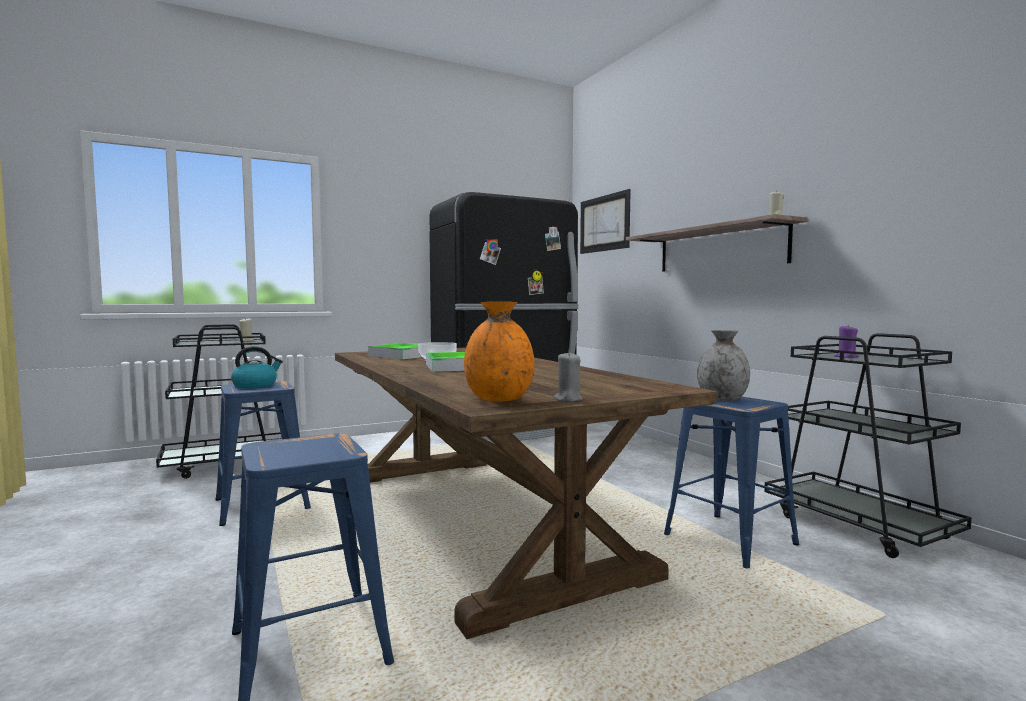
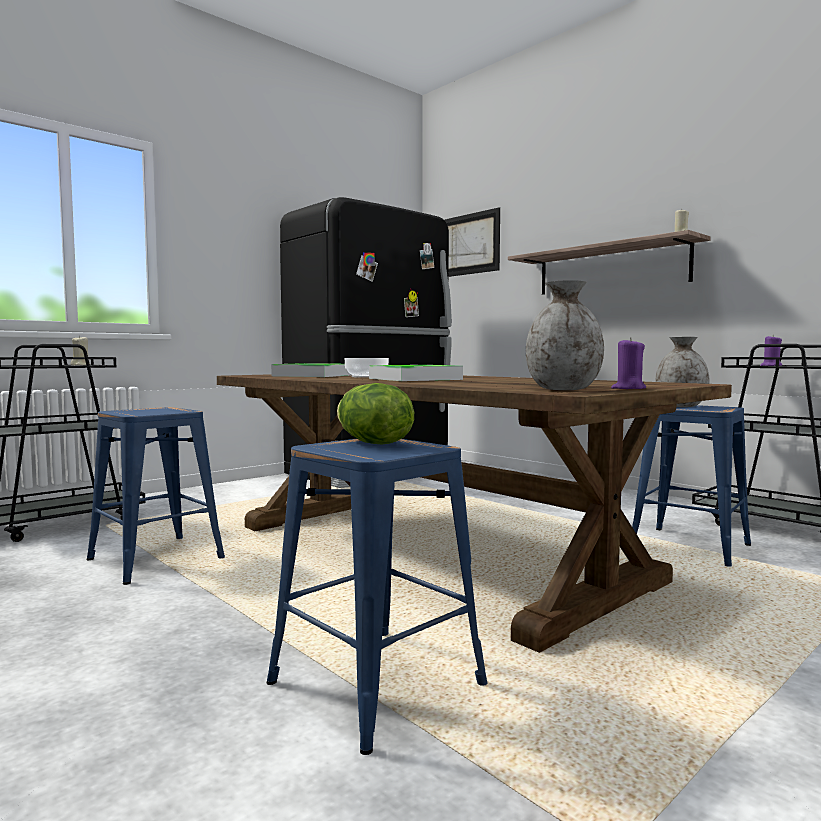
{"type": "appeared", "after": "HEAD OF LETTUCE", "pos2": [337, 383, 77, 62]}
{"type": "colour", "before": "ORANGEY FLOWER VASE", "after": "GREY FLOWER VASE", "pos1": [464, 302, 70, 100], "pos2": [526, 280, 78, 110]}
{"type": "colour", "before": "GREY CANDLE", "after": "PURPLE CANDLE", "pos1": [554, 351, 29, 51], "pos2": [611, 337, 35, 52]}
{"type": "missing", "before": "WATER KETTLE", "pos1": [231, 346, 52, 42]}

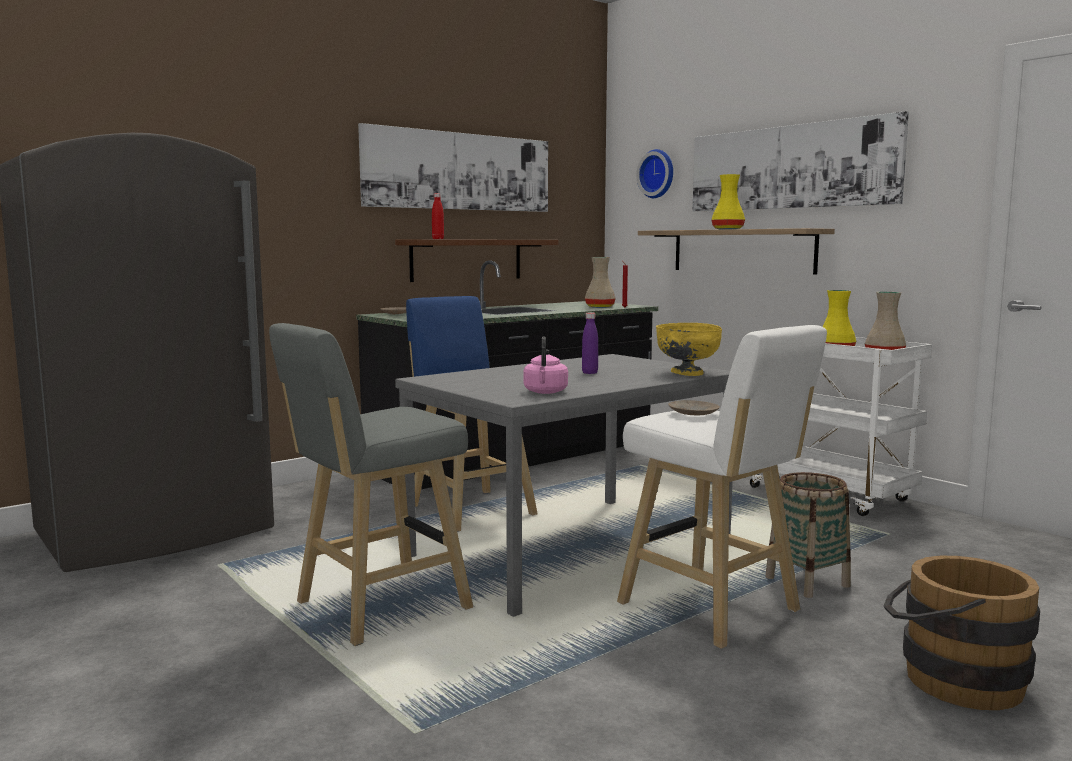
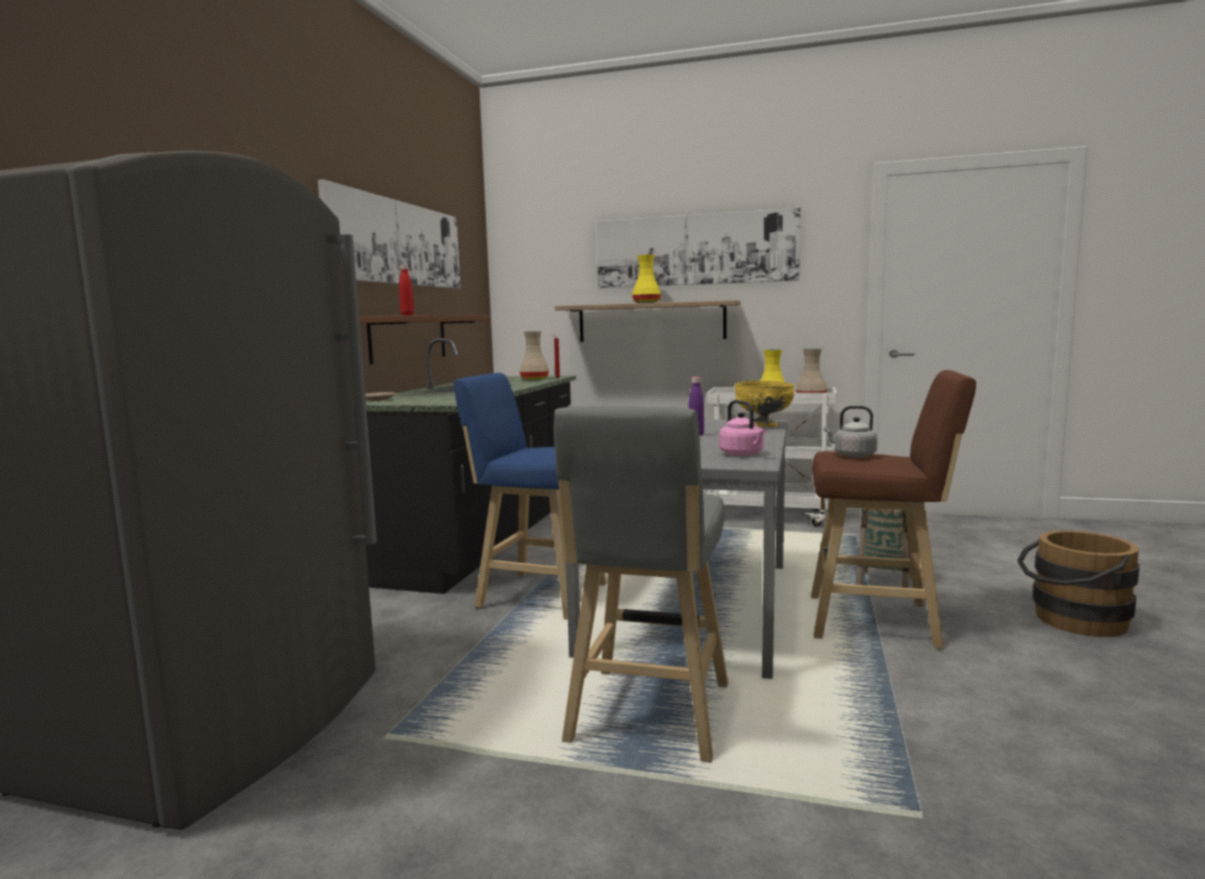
{"type": "colour", "before": "WHITE-COLOURED SITTING STOOL", "after": "BROWN-COLOURED SITTING STOOL", "pos1": [617, 325, 210, 324], "pos2": [811, 370, 165, 279]}
{"type": "exchanged", "before": "BEIGE-COLOURED DINNER PLATE", "after": "GREY WATER KETTLE", "pos1": [668, 400, 52, 15], "pos2": [824, 406, 53, 52]}
{"type": "missing", "before": "CLOCK ON THE WALL", "pos1": [636, 149, 37, 49]}

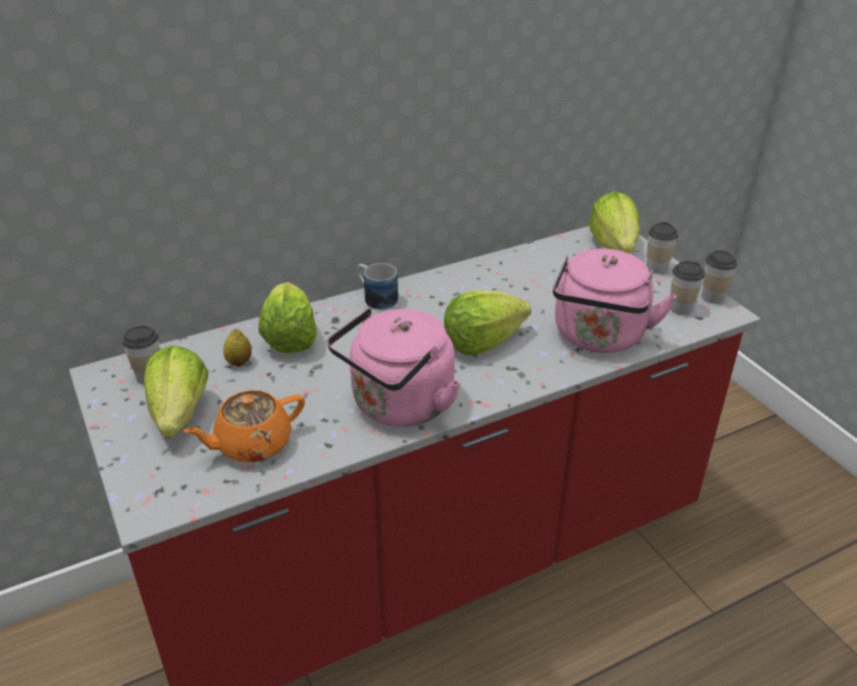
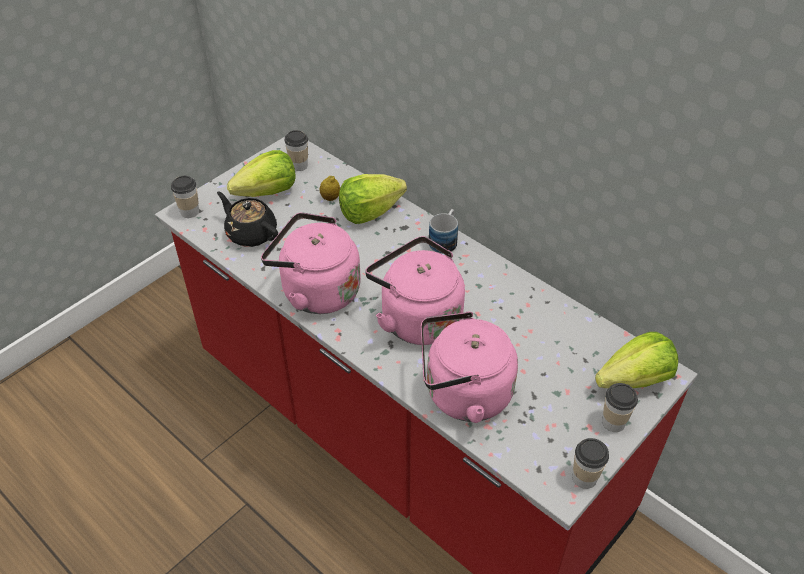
{"type": "relocated", "before": "CUP", "pos1": [670, 261, 34, 54], "pos2": [171, 176, 28, 42]}
{"type": "colour", "before": "ORANGEY TEAPOT", "after": "BLACK-COLOURED TEAPOT", "pos1": [183, 390, 122, 72], "pos2": [217, 192, 61, 55]}
{"type": "exchanged", "before": "HEAD OF LETTUCE", "after": "PINKISH WATER KETTLE", "pos1": [444, 290, 87, 65], "pos2": [365, 236, 100, 109]}

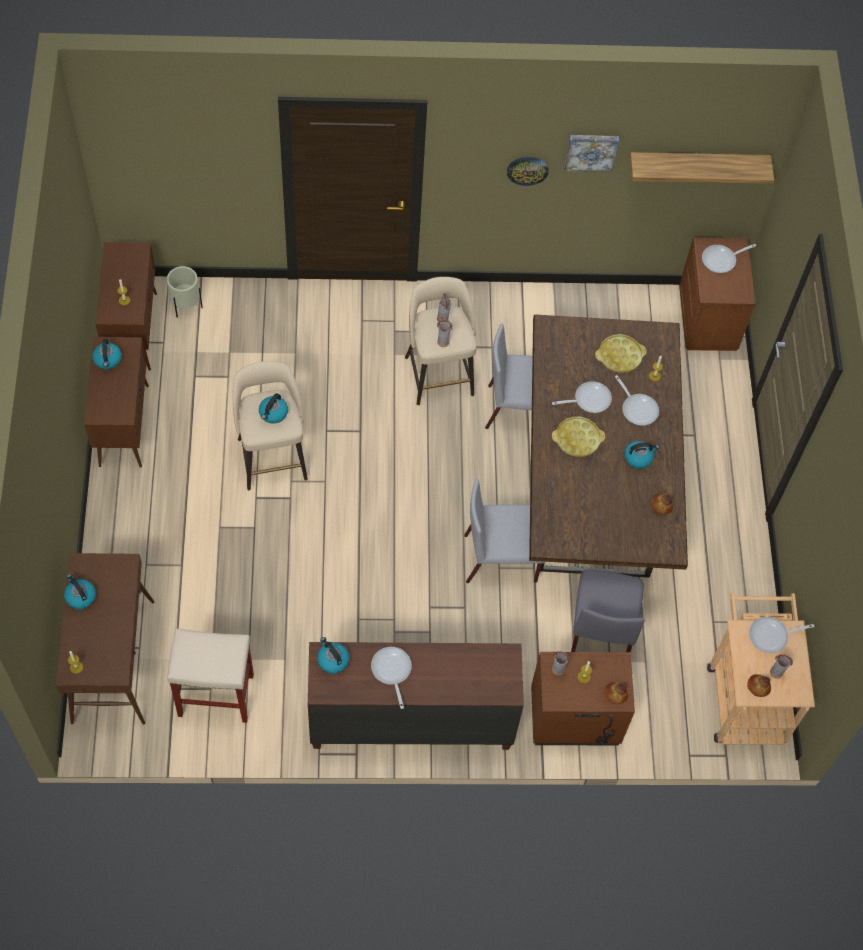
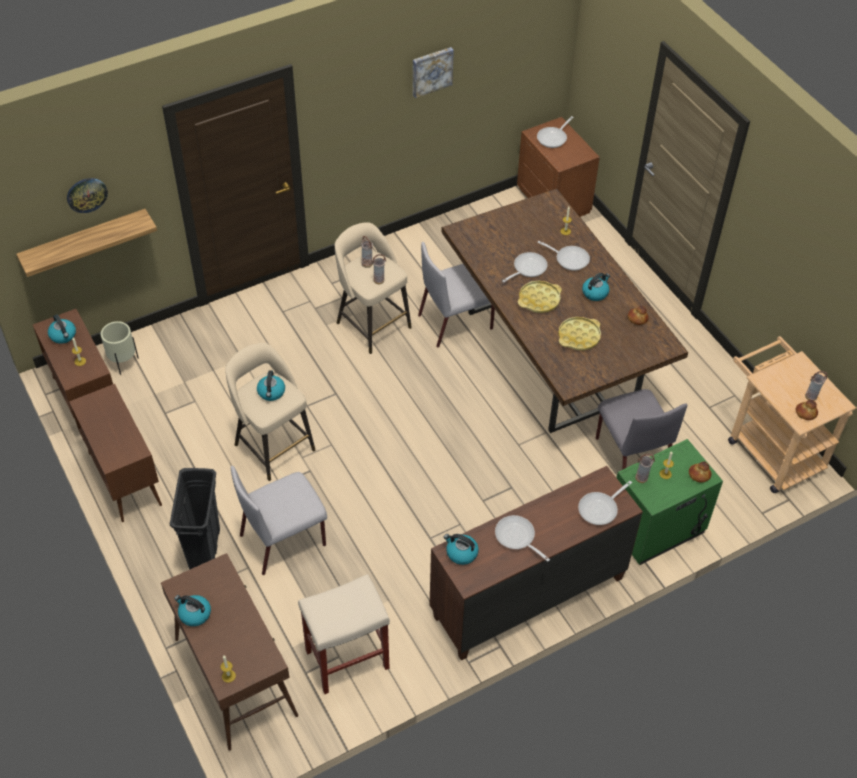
{"type": "relocated", "before": "BRACKET SHELF", "pos1": [630, 152, 144, 32], "pos2": [16, 209, 141, 68]}
{"type": "relocated", "before": "WATER KETTLE", "pos1": [92, 339, 30, 30], "pos2": [48, 314, 28, 30]}
{"type": "relocated", "before": "CLOCK ON THE WALL", "pos1": [507, 157, 41, 29], "pos2": [67, 178, 41, 35]}
{"type": "appeared", "after": "BLACK-COLOURED TRASH CAN", "pos2": [170, 468, 50, 102]}
{"type": "relocated", "before": "GREY UPRIGHT CHAIR", "pos1": [464, 478, 81, 105], "pos2": [231, 466, 96, 109]}
{"type": "relocated", "before": "YELLOW-COLOURED TRAY", "pos1": [595, 334, 52, 39], "pos2": [558, 317, 43, 33]}
{"type": "relocated", "before": "FRYING PAN", "pos1": [749, 617, 65, 36], "pos2": [578, 481, 54, 44]}
{"type": "colour", "before": "BROWN-COLOURED NIGHTSTAND", "after": "GREEN-COLOURED NIGHTSTAND", "pos1": [531, 652, 104, 94], "pos2": [616, 439, 107, 126]}

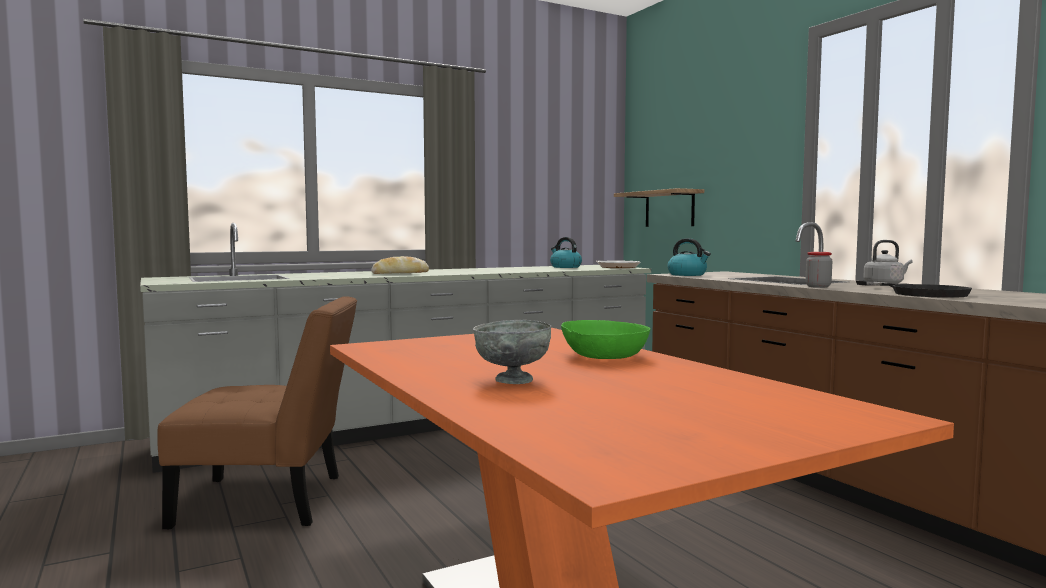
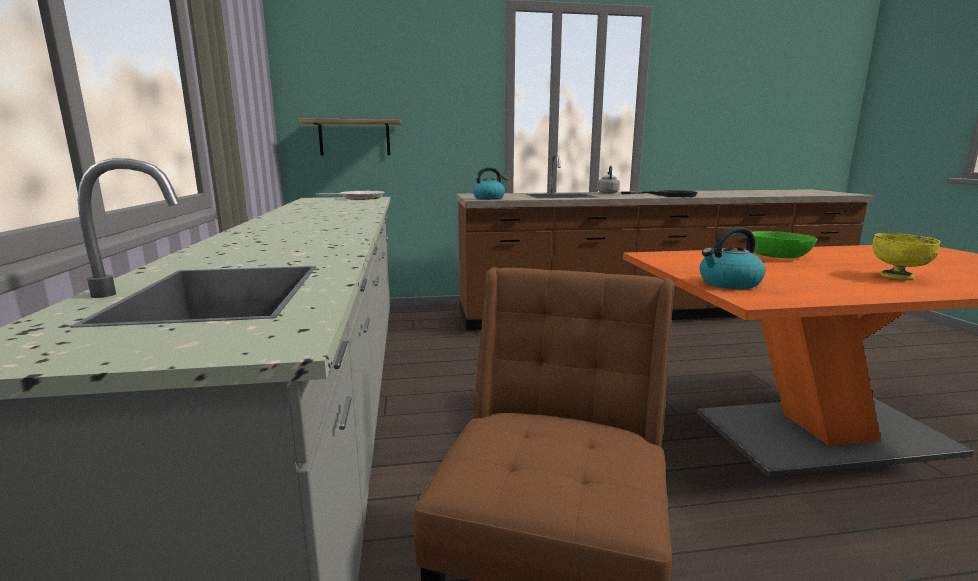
{"type": "relocated", "before": "WATER KETTLE", "pos1": [550, 237, 32, 31], "pos2": [699, 227, 66, 62]}
{"type": "colour", "before": "GREY BOWL", "after": "YELLOW-COLOURED BOWL", "pos1": [473, 320, 78, 64], "pos2": [872, 233, 68, 46]}
{"type": "missing", "before": "BAKERY BREAD", "pos1": [371, 256, 58, 18]}
{"type": "missing", "before": "JAR", "pos1": [806, 252, 26, 36]}

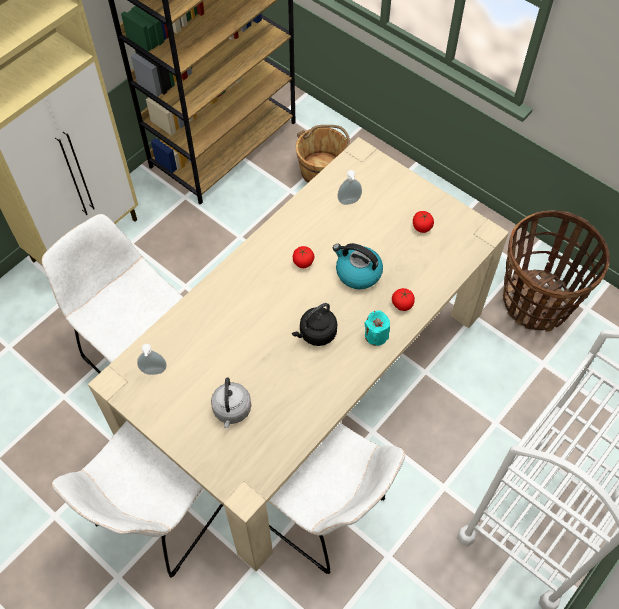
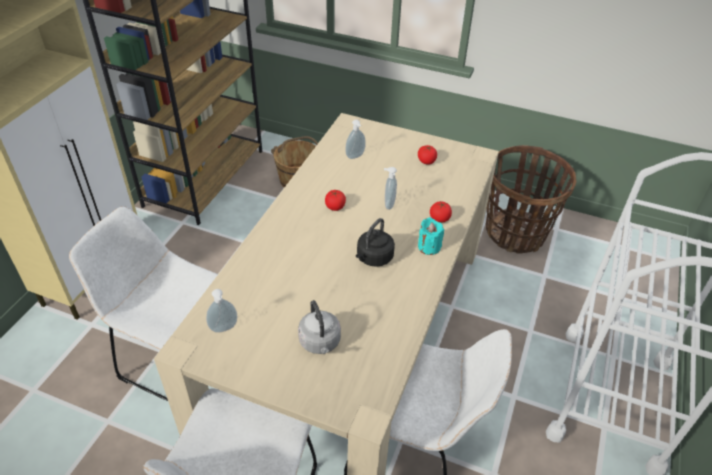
{"type": "exchanged", "before": "WATER KETTLE", "after": "SOAP BOTTLE", "pos1": [333, 243, 50, 46], "pos2": [384, 167, 13, 43]}

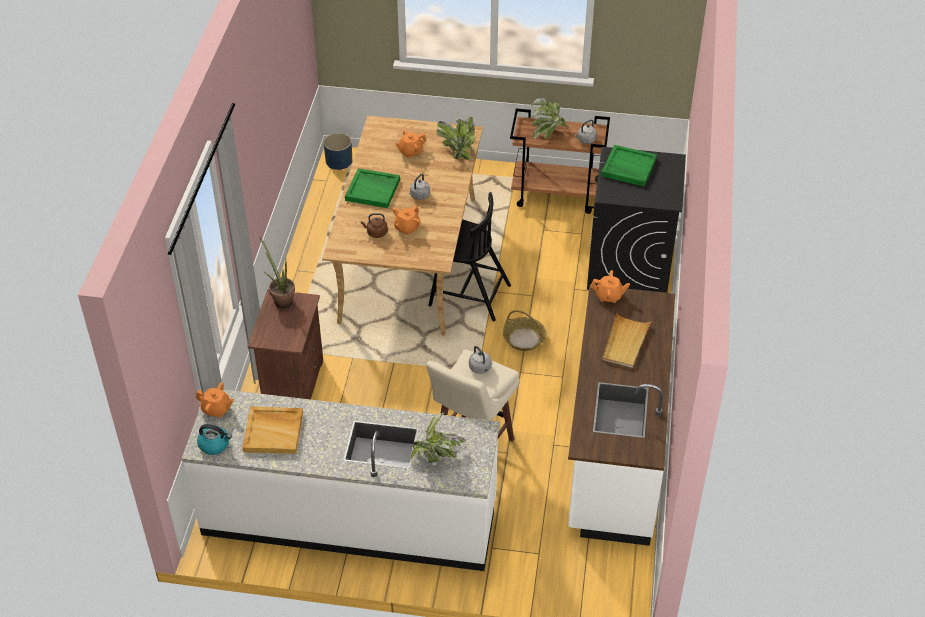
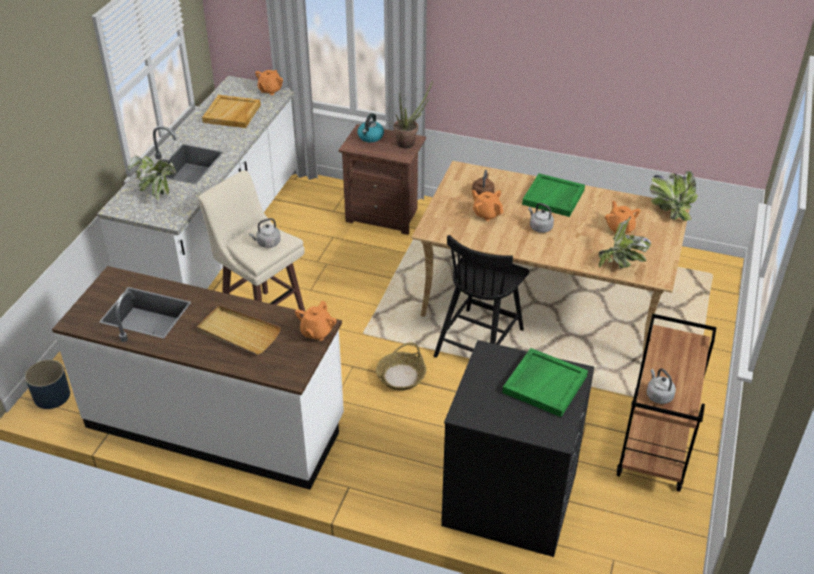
{"type": "relocated", "before": "BLUE-COLOURED PLANT POT", "pos1": [324, 133, 28, 37], "pos2": [25, 360, 45, 49]}
{"type": "relocated", "before": "WATER KETTLE", "pos1": [197, 424, 35, 31], "pos2": [358, 113, 26, 29]}
{"type": "relocated", "before": "HOUSEPLANT", "pos1": [531, 98, 38, 41], "pos2": [650, 171, 48, 50]}

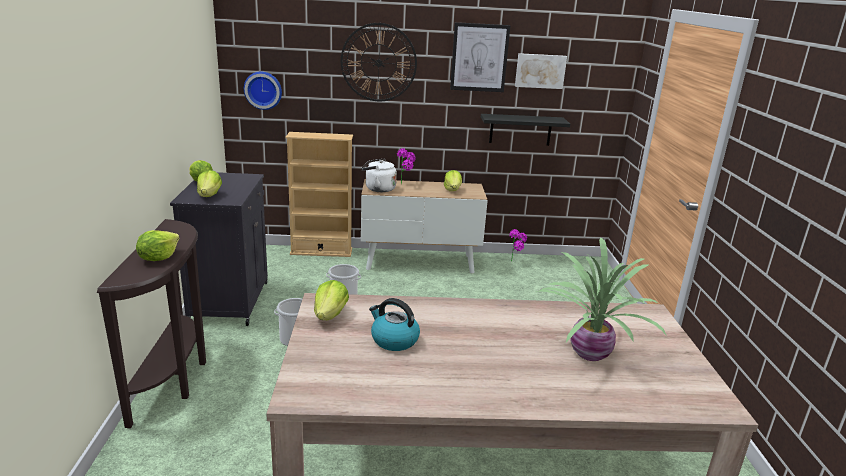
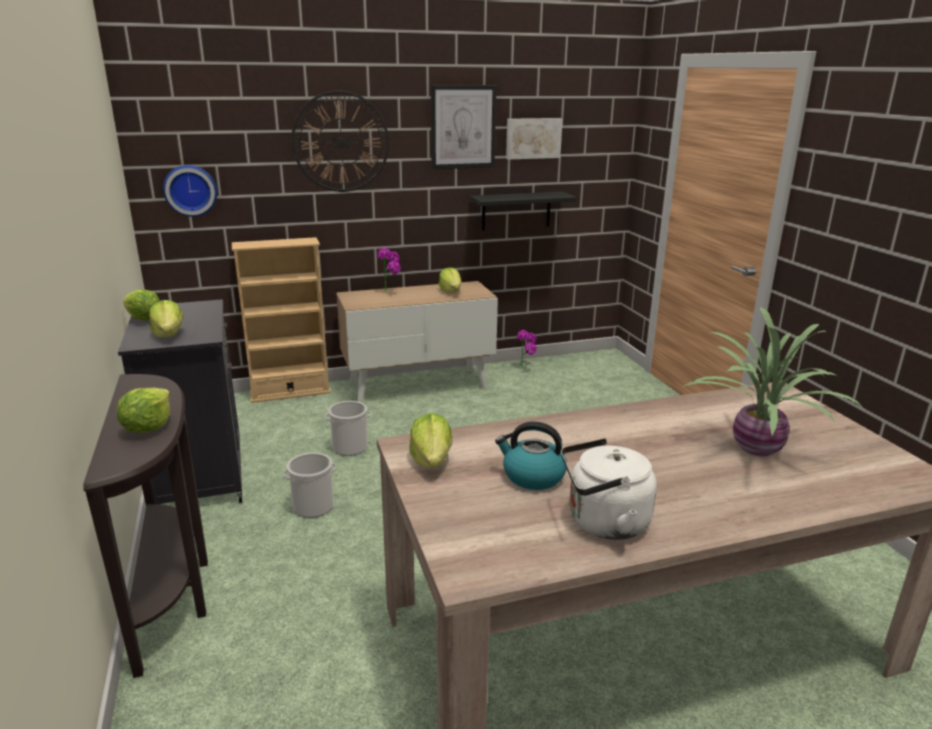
{"type": "relocated", "before": "WHITE-COLOURED WATER KETTLE", "pos1": [361, 159, 36, 33], "pos2": [561, 438, 96, 102]}

